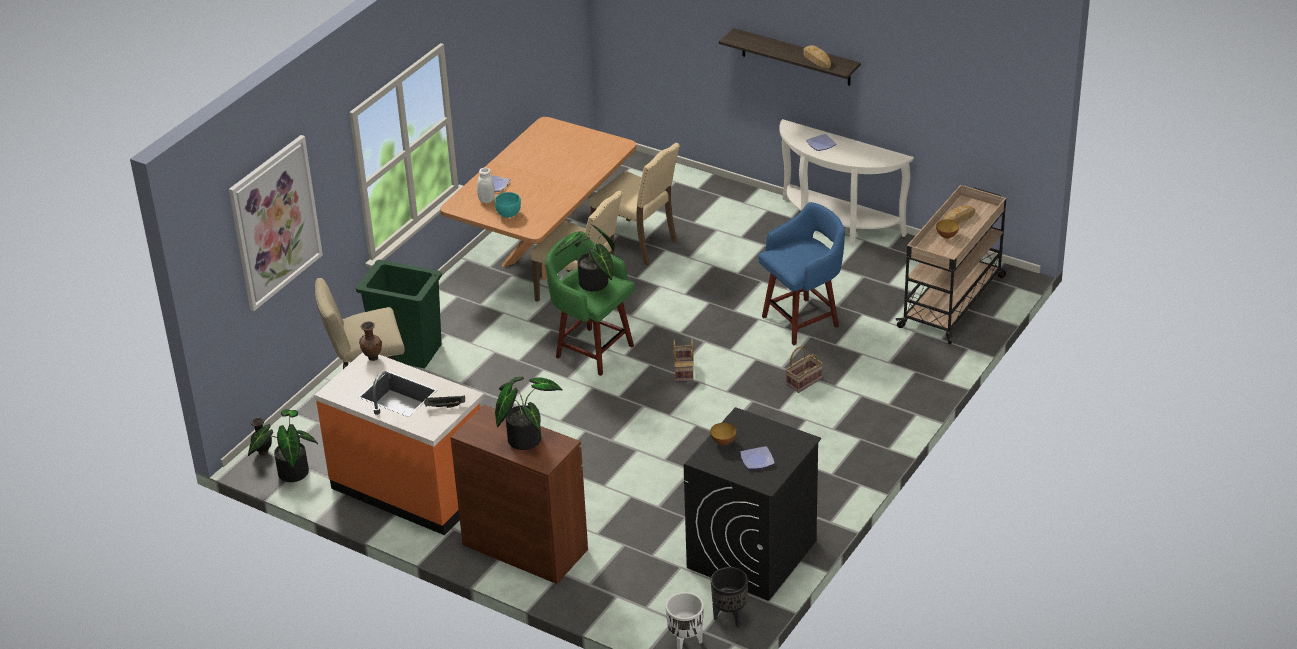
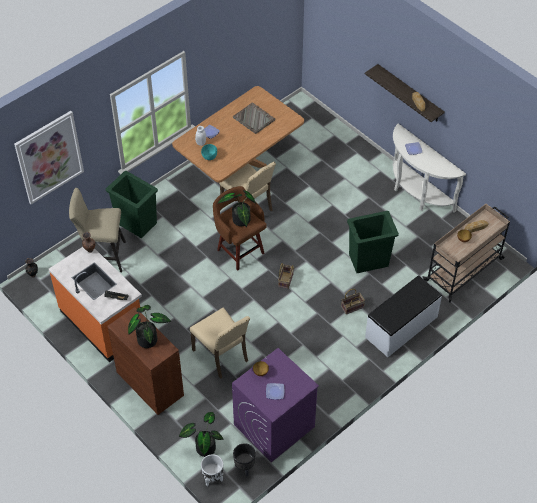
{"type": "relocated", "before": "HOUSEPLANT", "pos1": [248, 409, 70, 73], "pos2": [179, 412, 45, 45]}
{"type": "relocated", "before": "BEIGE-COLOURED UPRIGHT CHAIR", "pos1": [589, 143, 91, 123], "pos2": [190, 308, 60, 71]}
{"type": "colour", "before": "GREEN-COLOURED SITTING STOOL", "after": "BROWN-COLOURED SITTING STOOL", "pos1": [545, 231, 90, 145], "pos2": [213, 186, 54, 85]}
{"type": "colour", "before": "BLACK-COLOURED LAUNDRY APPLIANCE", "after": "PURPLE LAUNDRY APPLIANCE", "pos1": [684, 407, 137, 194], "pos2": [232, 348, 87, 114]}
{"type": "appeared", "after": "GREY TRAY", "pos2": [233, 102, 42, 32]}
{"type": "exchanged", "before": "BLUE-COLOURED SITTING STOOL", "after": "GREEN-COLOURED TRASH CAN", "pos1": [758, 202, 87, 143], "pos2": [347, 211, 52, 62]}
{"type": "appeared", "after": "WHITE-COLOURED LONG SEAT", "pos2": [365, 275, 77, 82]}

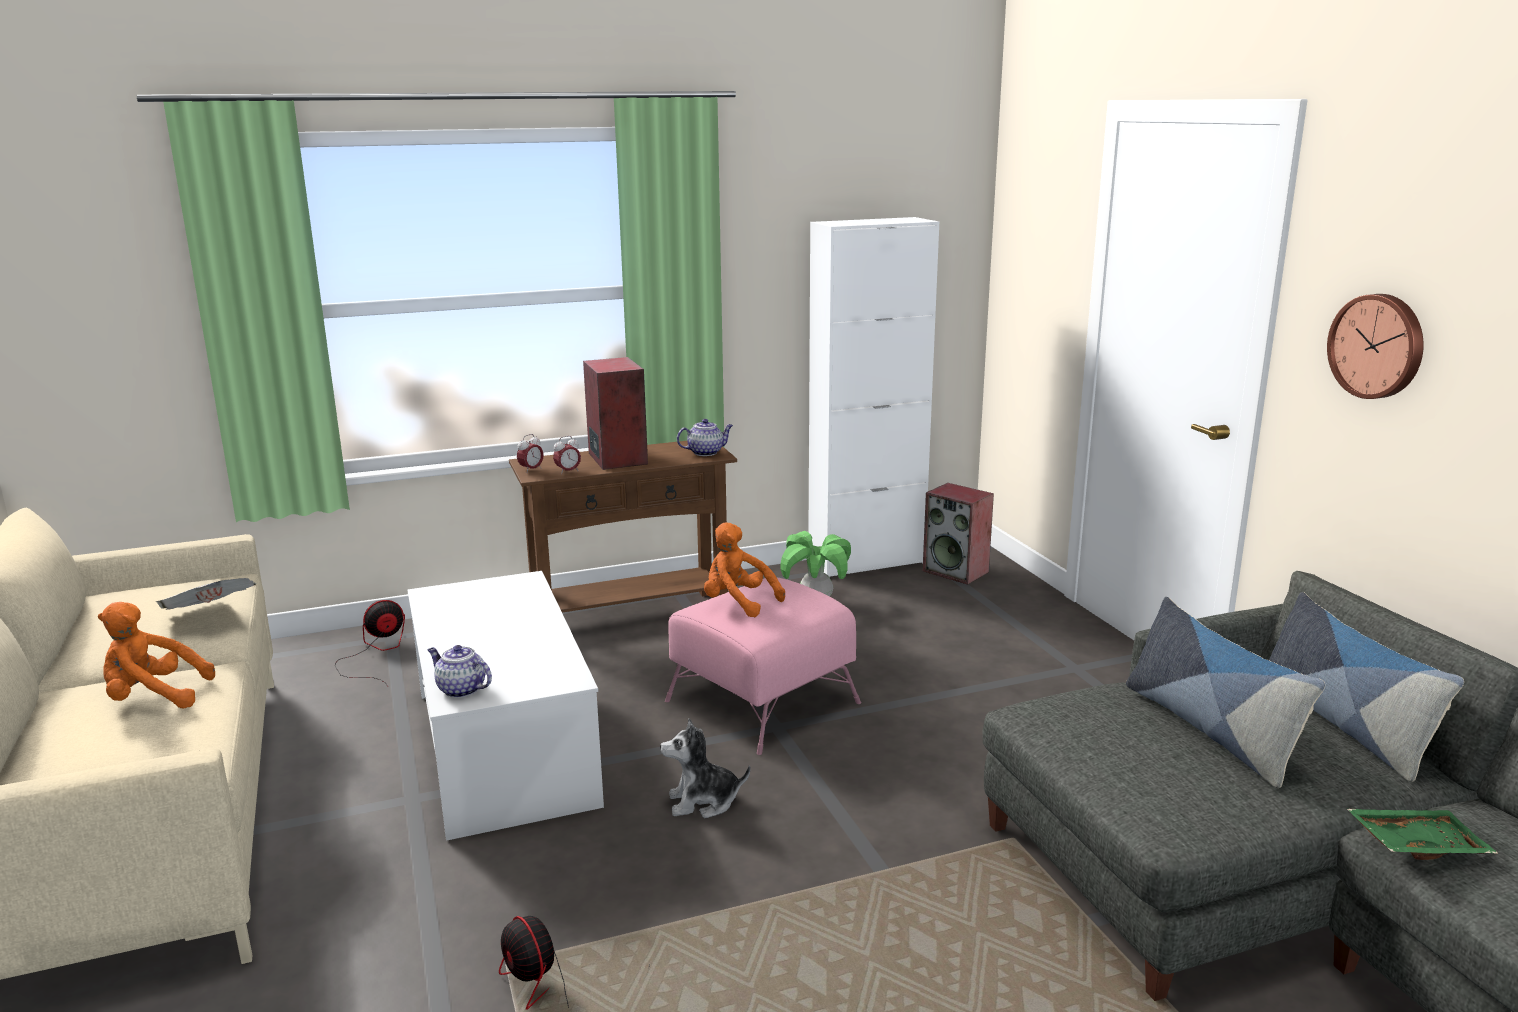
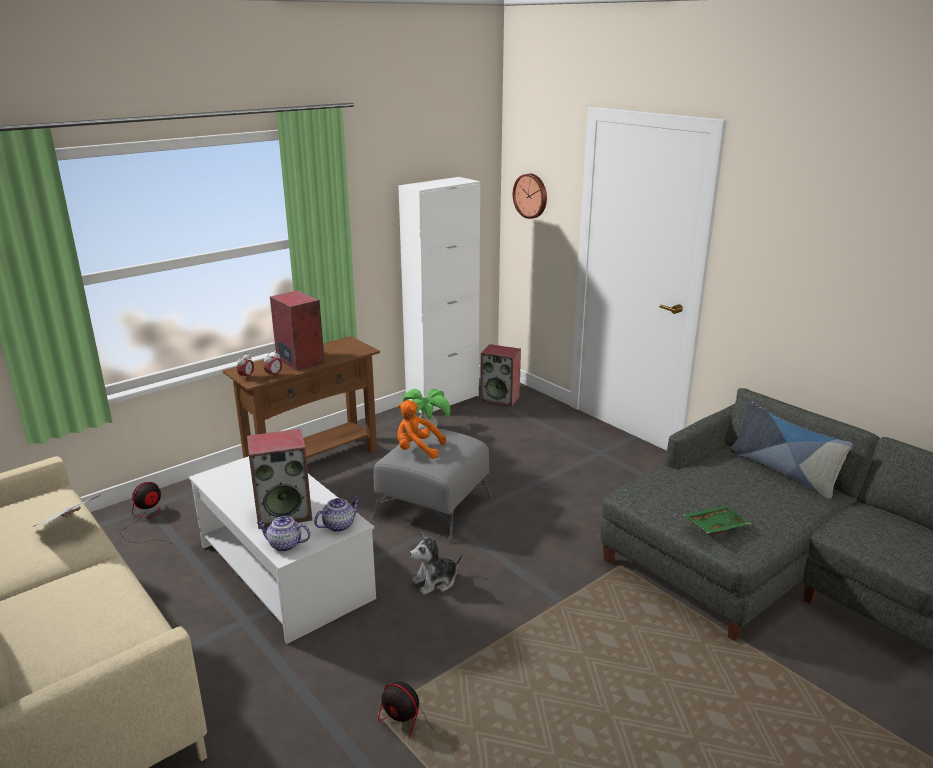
{"type": "appeared", "after": "AUDIO SPEAKER", "pos2": [247, 429, 65, 100]}
{"type": "relocated", "before": "TEAPOT", "pos1": [677, 419, 56, 37], "pos2": [314, 496, 46, 36]}
{"type": "colour", "before": "PINKISH POUFFE", "after": "GREY POUFFE", "pos1": [665, 578, 196, 177], "pos2": [372, 427, 120, 117]}
{"type": "relocated", "before": "CLOCK ON THE WALL", "pos1": [1327, 294, 97, 105], "pos2": [513, 174, 34, 45]}
{"type": "relocated", "before": "GREEN-COLOURED TRAY", "pos1": [1347, 809, 150, 51], "pos2": [683, 505, 68, 29]}
{"type": "missing", "before": "ORANGEY SOFT TOY", "pos1": [98, 602, 117, 106]}
{"type": "missing", "before": "CUSHION", "pos1": [1126, 597, 199, 191]}

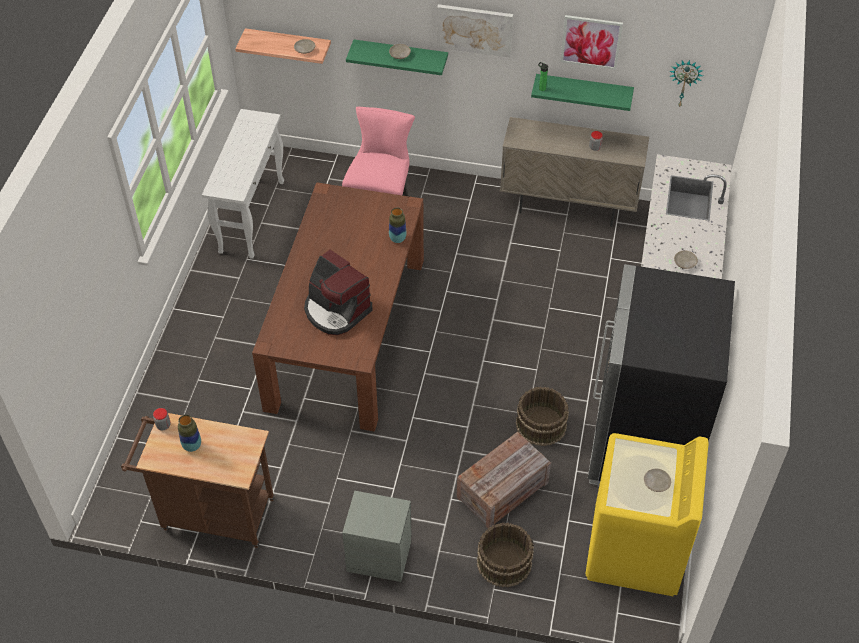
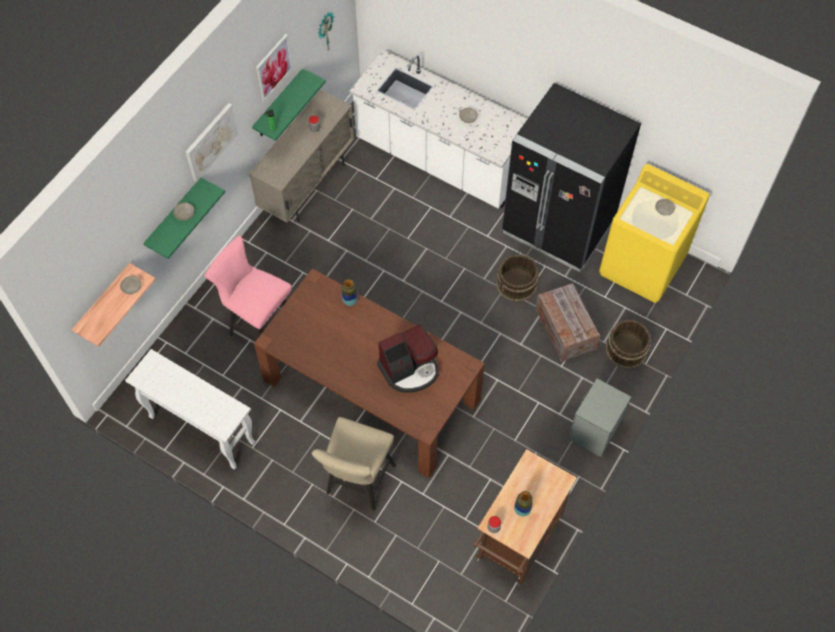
{"type": "appeared", "after": "BEIGE-COLOURED SITTING STOOL", "pos2": [312, 417, 84, 94]}

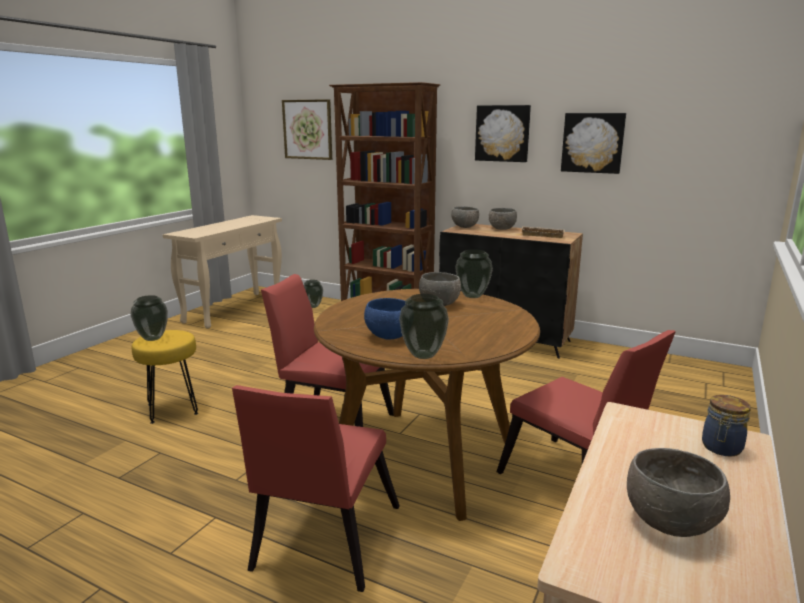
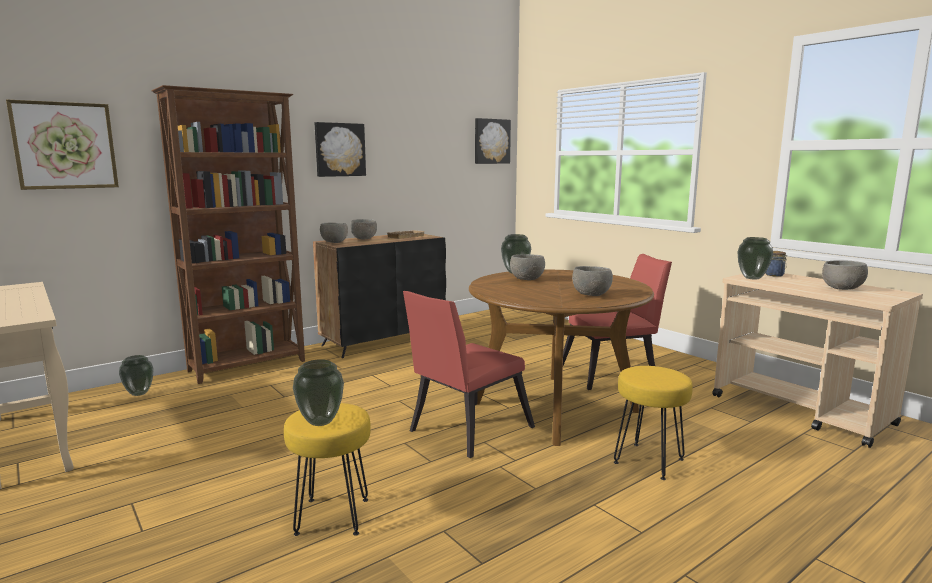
{"type": "relocated", "before": "WALL PICTURE", "pos1": [561, 113, 65, 61], "pos2": [475, 118, 36, 46]}
{"type": "colour", "before": "BLUE-COLOURED BOWL", "after": "GREY BOWL", "pos1": [364, 298, 41, 42], "pos2": [572, 266, 41, 30]}
{"type": "exchanged", "before": "REDDISH UPRIGHT CHAIR", "after": "YELLOW-COLOURED SITTING STOOL", "pos1": [232, 385, 168, 207], "pos2": [614, 366, 79, 114]}
{"type": "relocated", "before": "FLOWER VASE", "pos1": [399, 294, 50, 65], "pos2": [737, 237, 36, 42]}

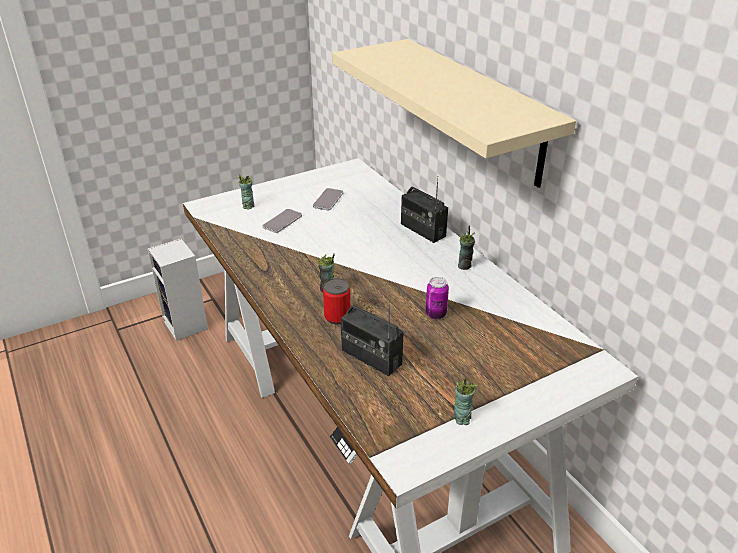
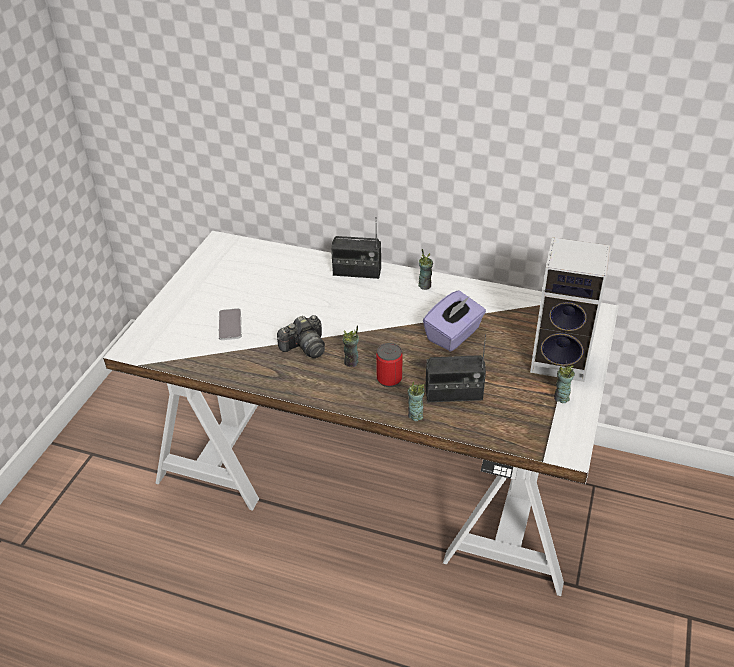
{"type": "appeared", "after": "STILL CAMERA", "pos2": [277, 315, 48, 43]}
{"type": "relocated", "before": "CUP", "pos1": [238, 175, 16, 34], "pos2": [407, 381, 18, 40]}
{"type": "exchanged", "before": "METAL CAN", "after": "PURPLE TISSUE HOLDER", "pos1": [426, 277, 23, 42], "pos2": [423, 290, 63, 62]}
{"type": "relocated", "before": "AUDIO SPEAKER", "pos1": [148, 239, 60, 102], "pos2": [530, 237, 80, 145]}
{"type": "missing", "before": "TELEPHONE", "pos1": [313, 188, 30, 22]}
{"type": "missing", "before": "BEIGE-COLOURED BRACKET SHELF", "pos1": [332, 39, 244, 149]}

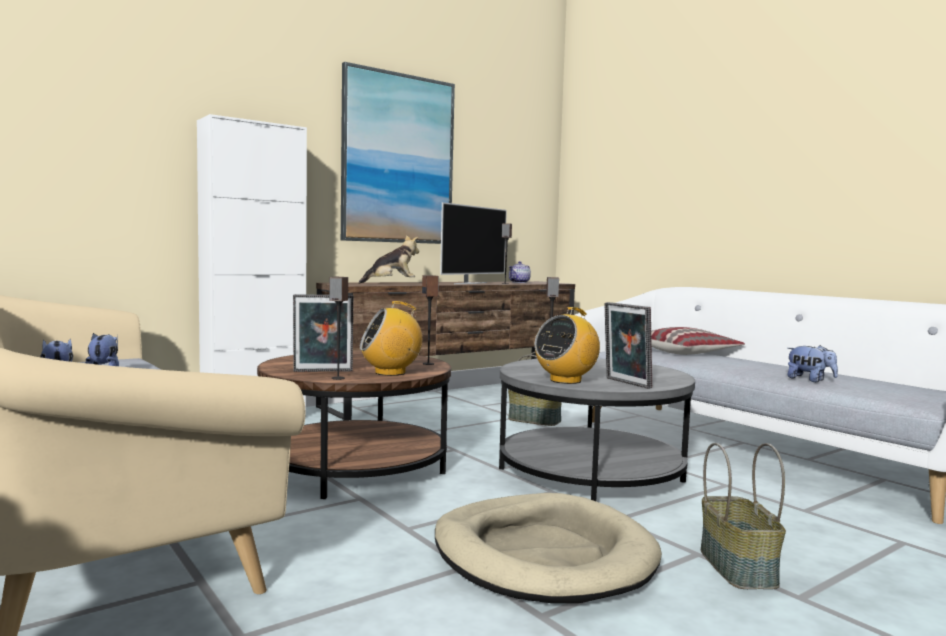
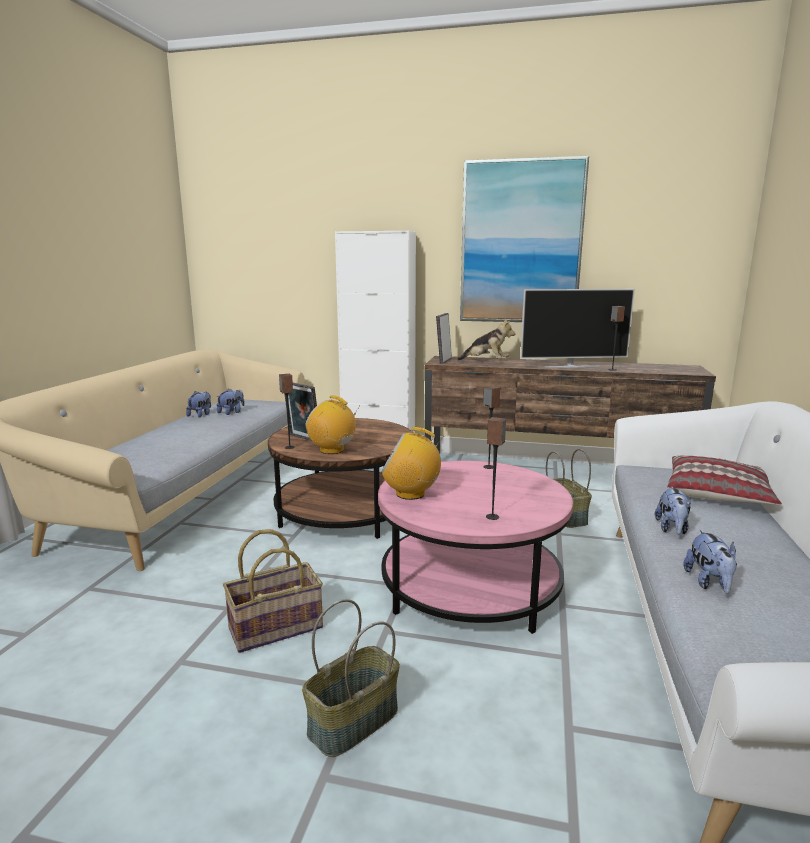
{"type": "exchanged", "before": "BEIGE-COLOURED DOG CUSHION", "after": "HOUSEHOLD BASKET", "pos1": [435, 493, 227, 110], "pos2": [223, 529, 100, 124]}
{"type": "colour", "before": "GREY LOW TABLE", "after": "PINKISH LOW TABLE", "pos1": [499, 359, 196, 142], "pos2": [378, 460, 195, 174]}
{"type": "relocated", "before": "PHOTO FRAME", "pos1": [605, 302, 47, 87], "pos2": [436, 313, 16, 51]}
{"type": "relocated", "before": "AUDIO SPEAKER", "pos1": [422, 275, 17, 90], "pos2": [486, 417, 20, 103]}
{"type": "appeared", "after": "SOFT TOY", "pos2": [655, 486, 36, 49]}
{"type": "missing", "before": "TEAPOT", "pos1": [509, 261, 22, 22]}

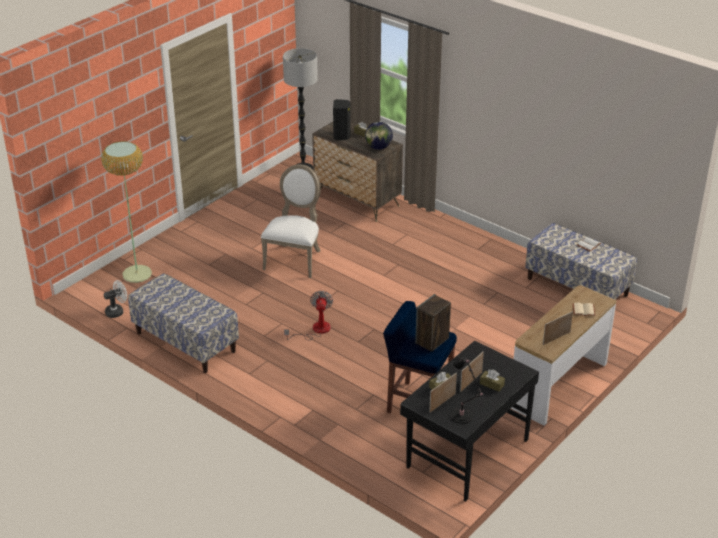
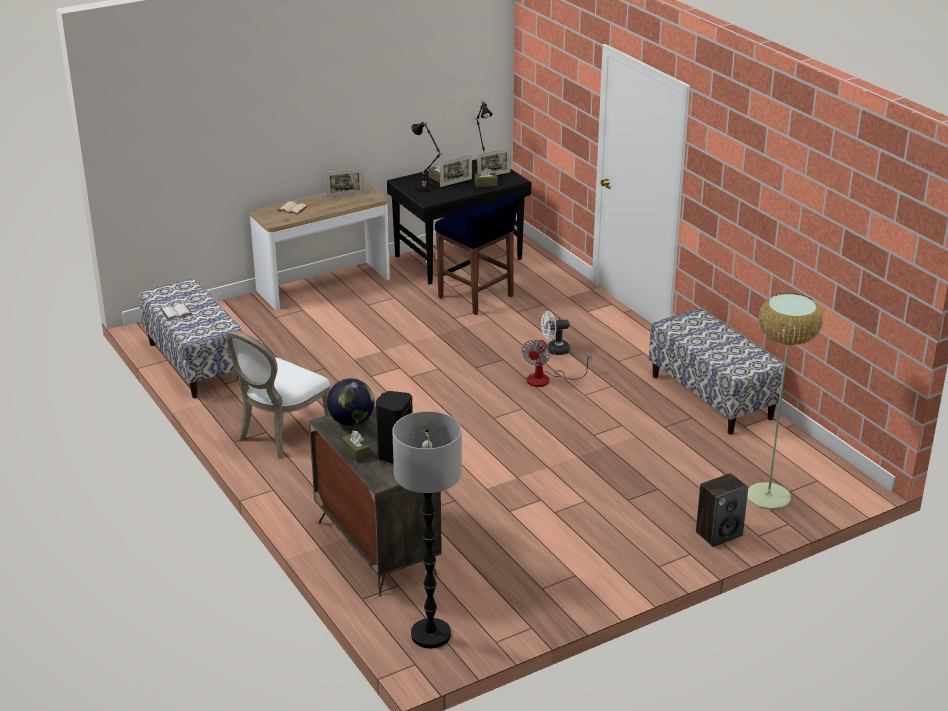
{"type": "relocated", "before": "WHITE-COLOURED UPRIGHT CHAIR", "pos1": [261, 164, 60, 114], "pos2": [226, 330, 104, 128]}
{"type": "appeared", "after": "BLACK-COLOURED LAMP FOR A TABLE", "pos2": [412, 122, 31, 70]}
{"type": "relocated", "before": "WHITE-COLOURED COOLING FAN", "pos1": [104, 280, 23, 38], "pos2": [541, 311, 29, 44]}
{"type": "relocated", "before": "AUDIO SPEAKER", "pos1": [415, 294, 36, 57], "pos2": [696, 473, 52, 74]}

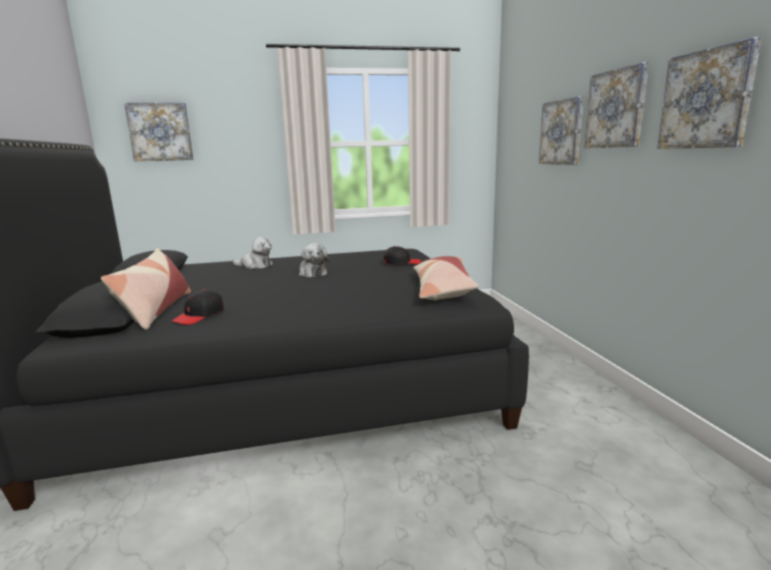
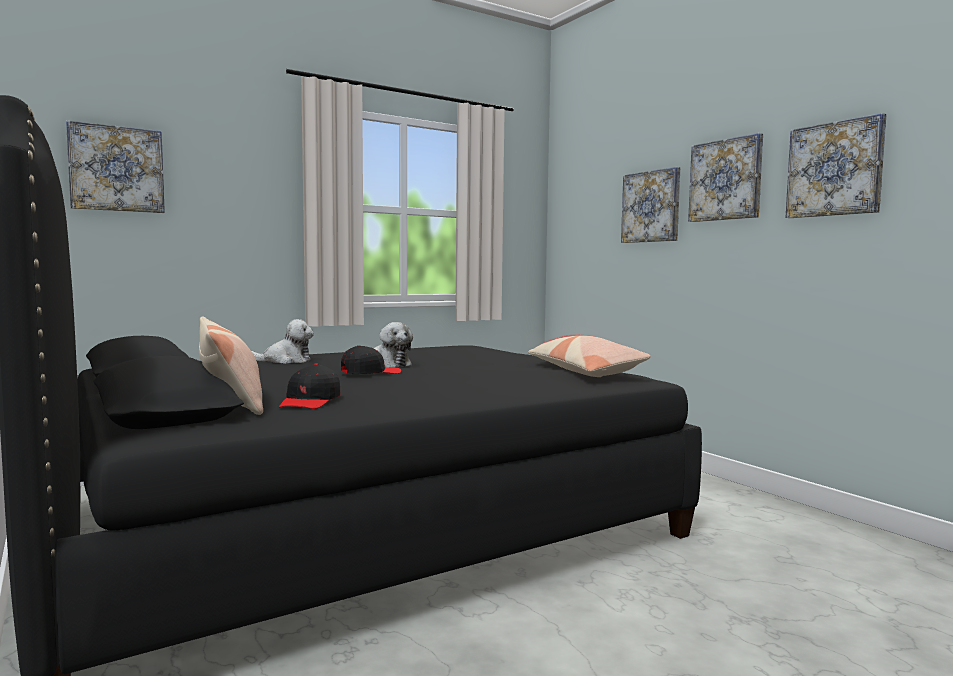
{"type": "relocated", "before": "BLACK-COLOURED PEAKED CAP", "pos1": [384, 246, 37, 18], "pos2": [341, 345, 60, 29]}

